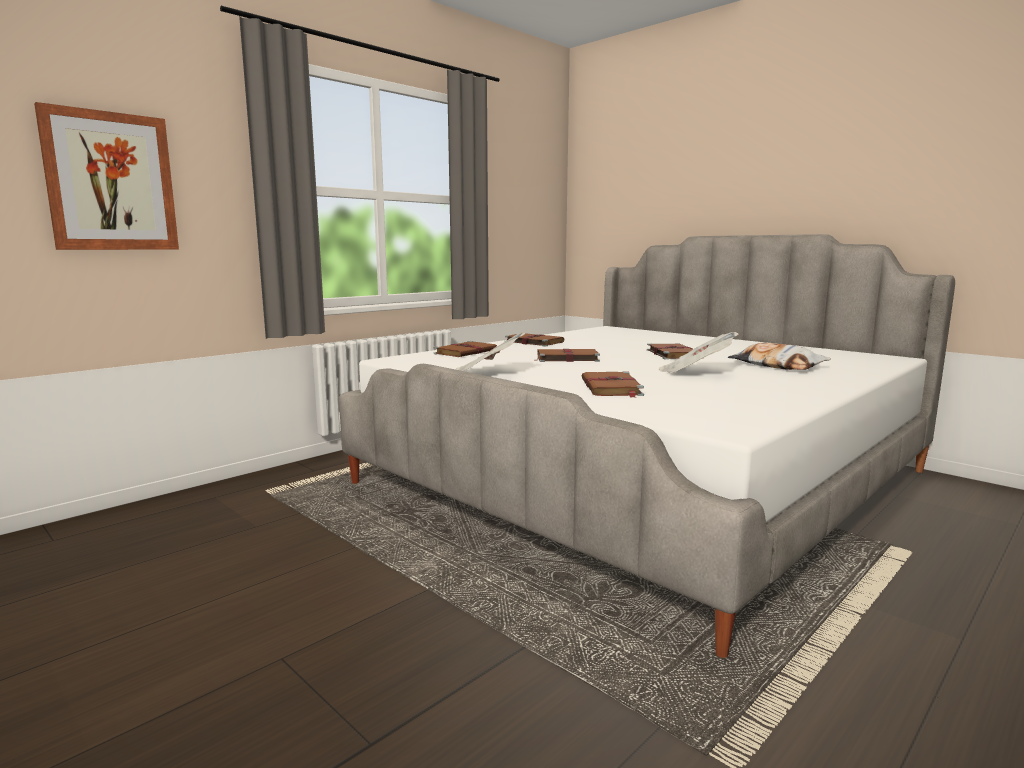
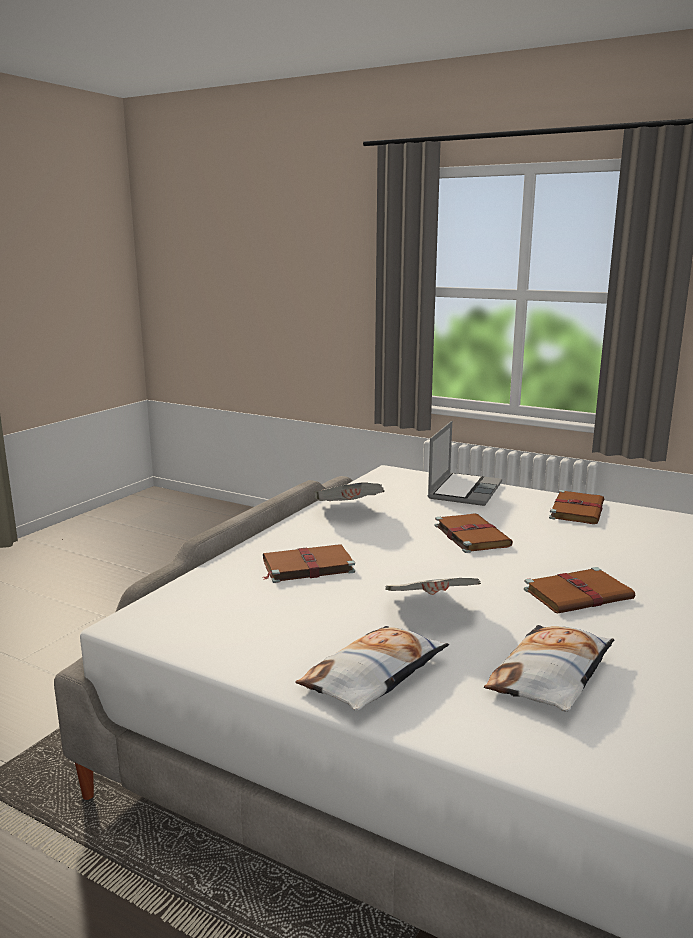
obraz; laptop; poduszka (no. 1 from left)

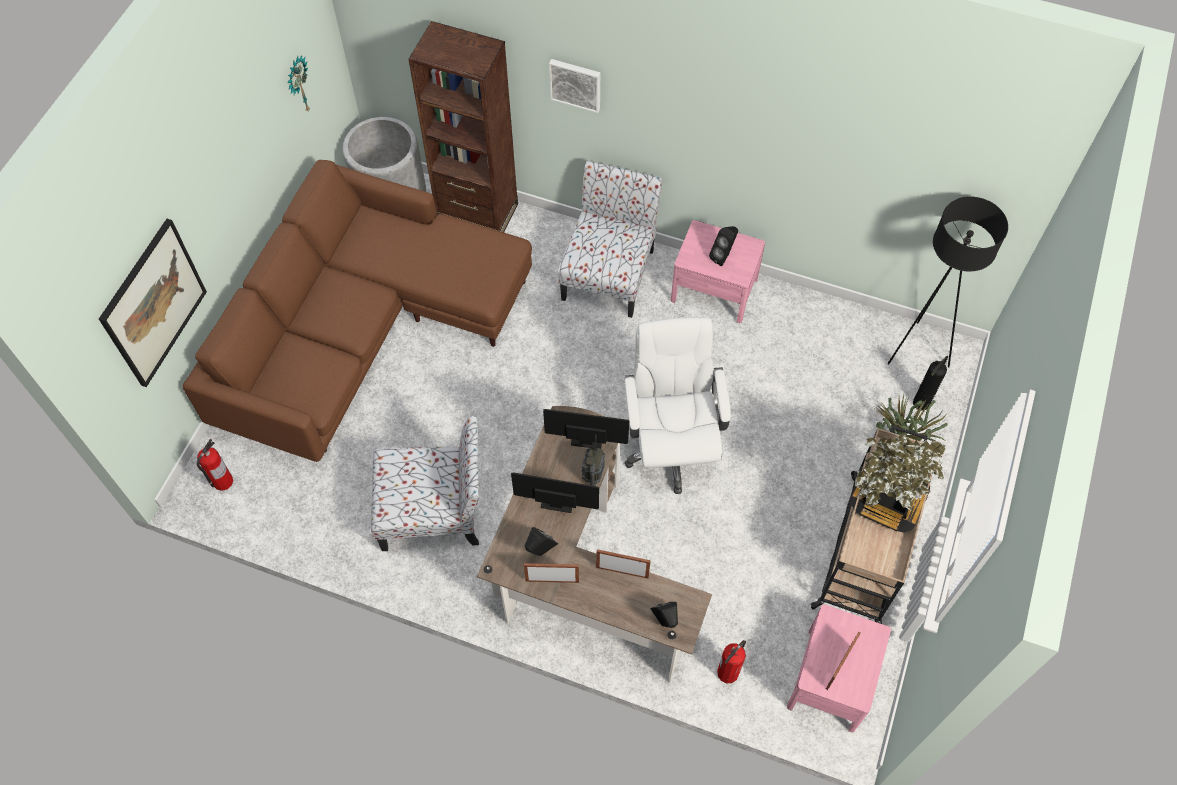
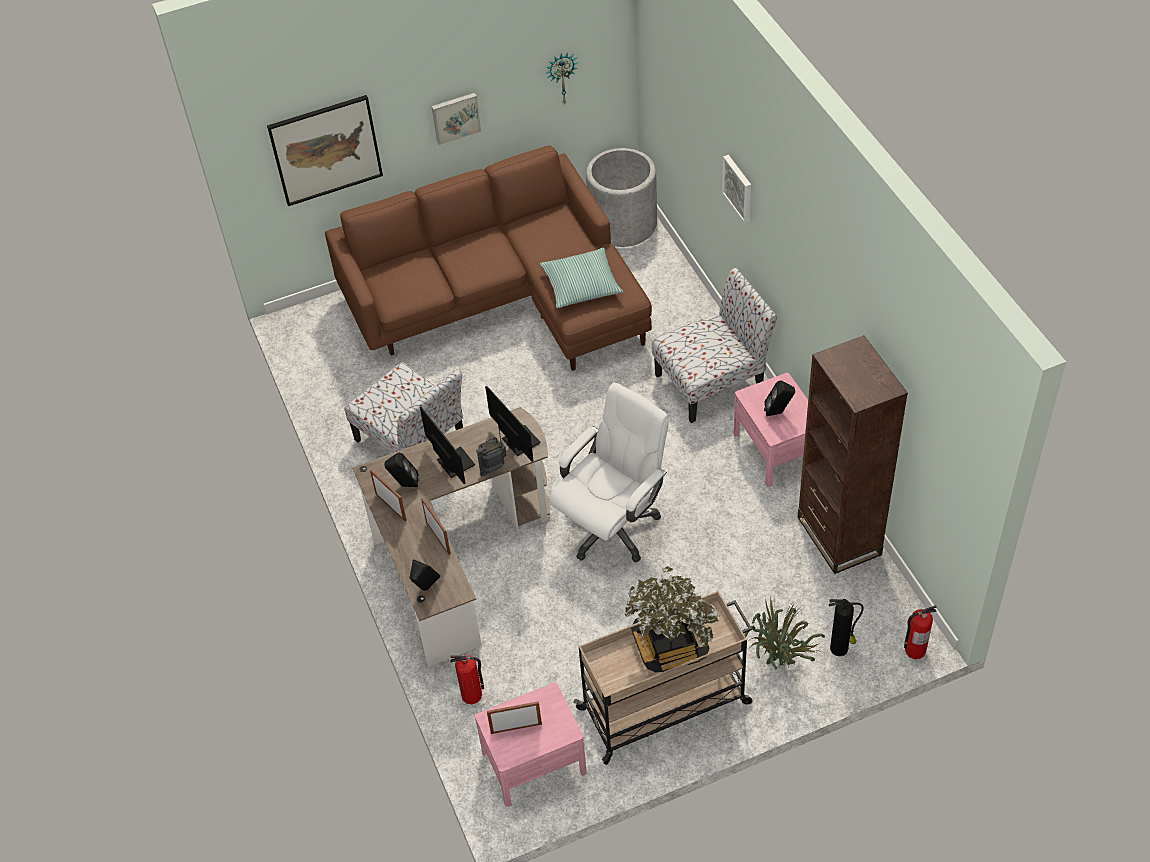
gaśnica (no. 3 from left); regał (brązowy); lampa stojąca (czarny); obraz (no. 2 from left); poduszka

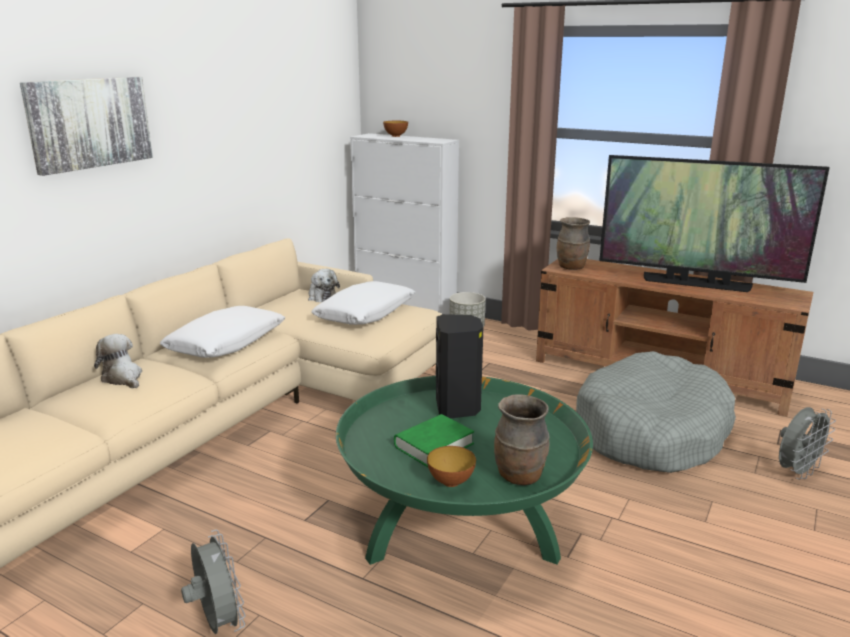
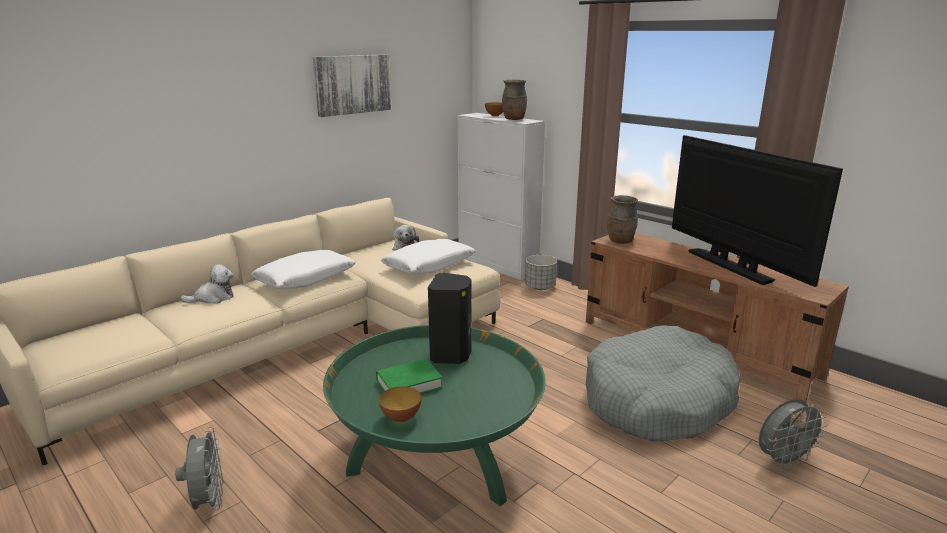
obraz; pluszak (no. 1 from left); wazon (brązowy) (no. 1 from left); telewizor

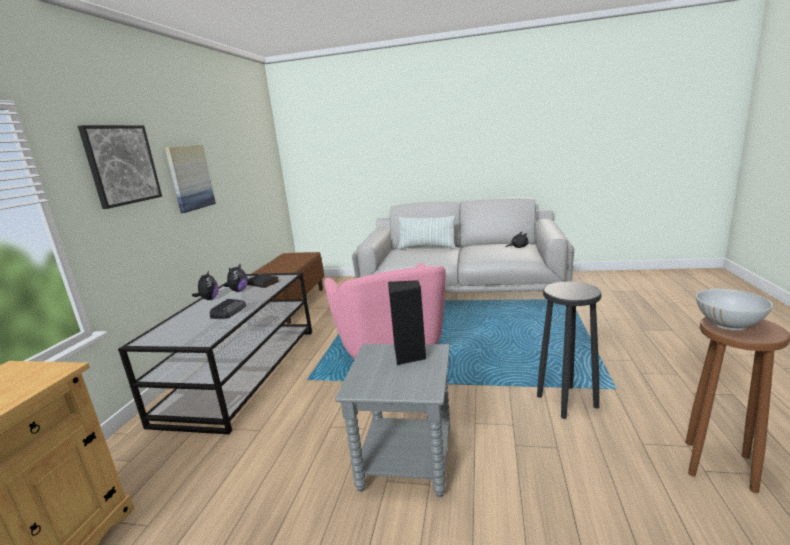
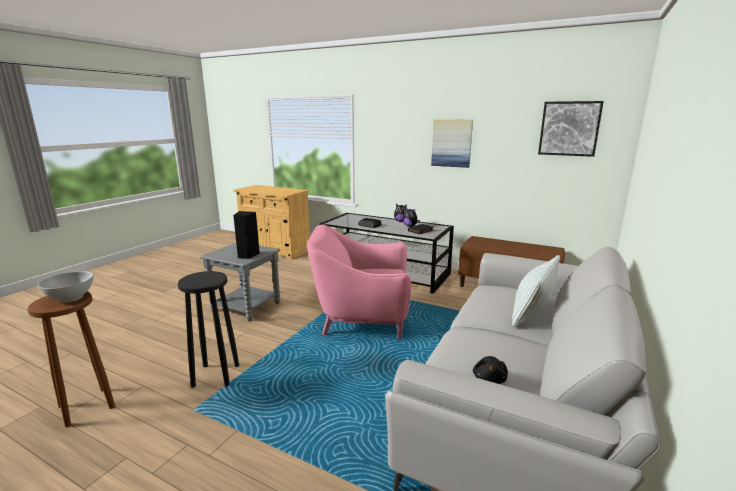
obraz (no. 2 from left)

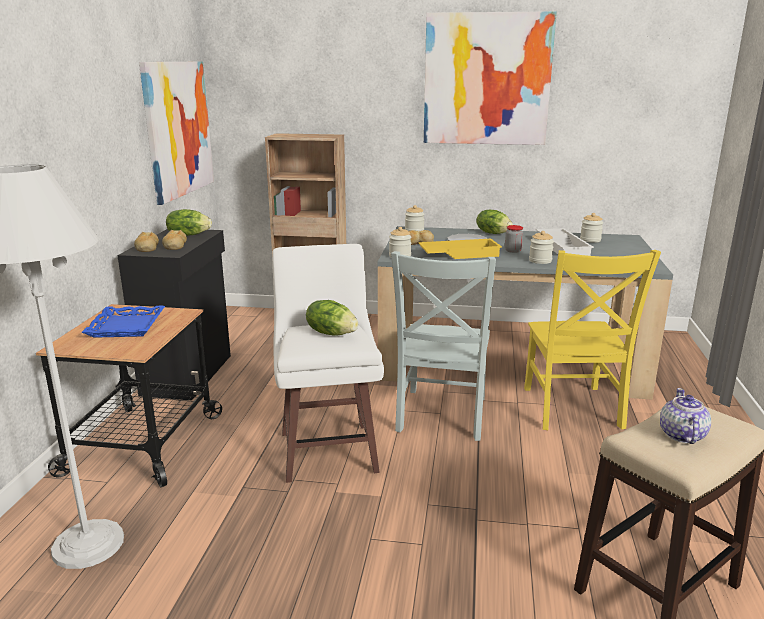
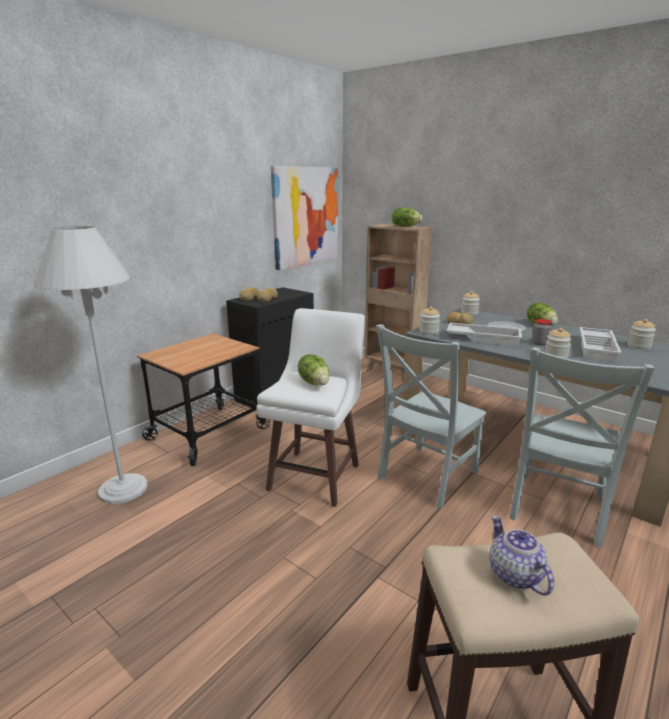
taca (niebieski); sałata (no. 2 from left); taca (biały) (no. 1 from left); obraz (no. 2 from left in the first image); krzesło (szary) (no. 2 from left); imbryk

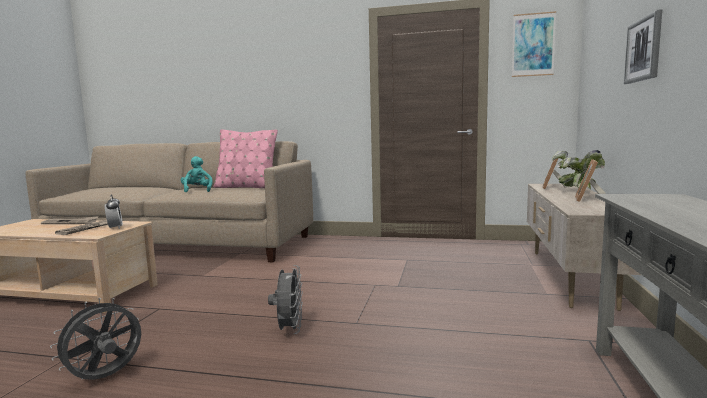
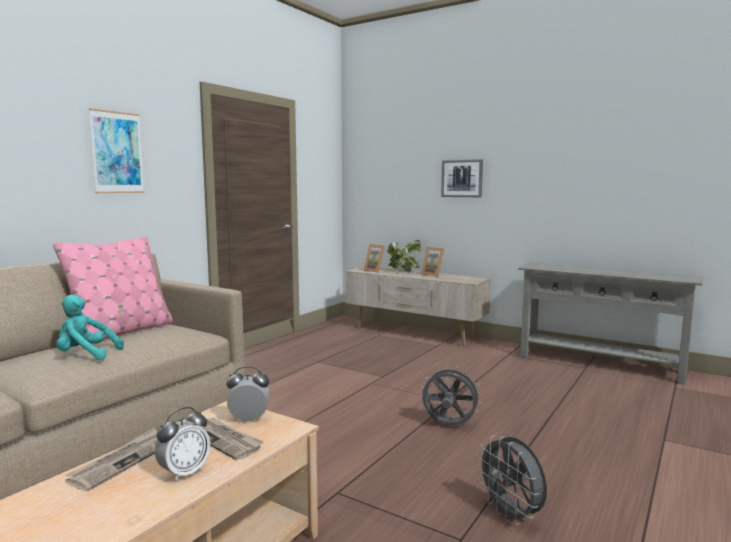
obraz (no. 1 from left); budzik (no. 1 from left)

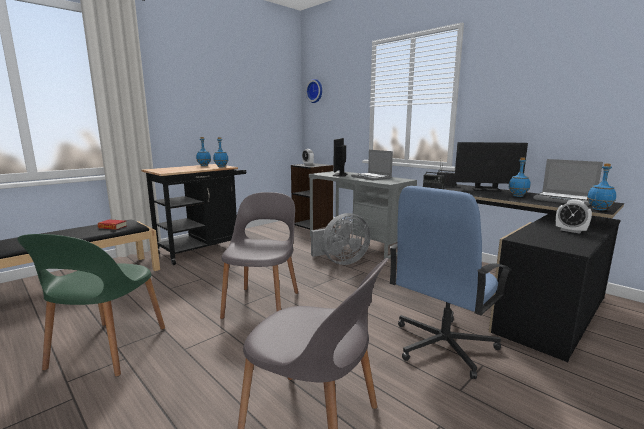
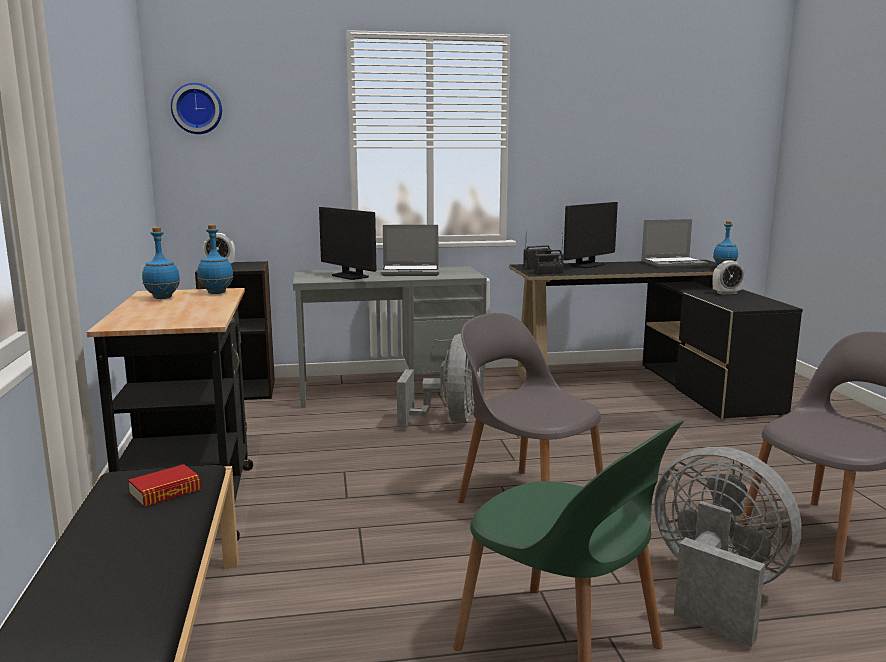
krzesło biurowe (niebieski); butelka (niebieski) (no. 3 from left in the first image); wentylator (szary) (no. 2 from left)

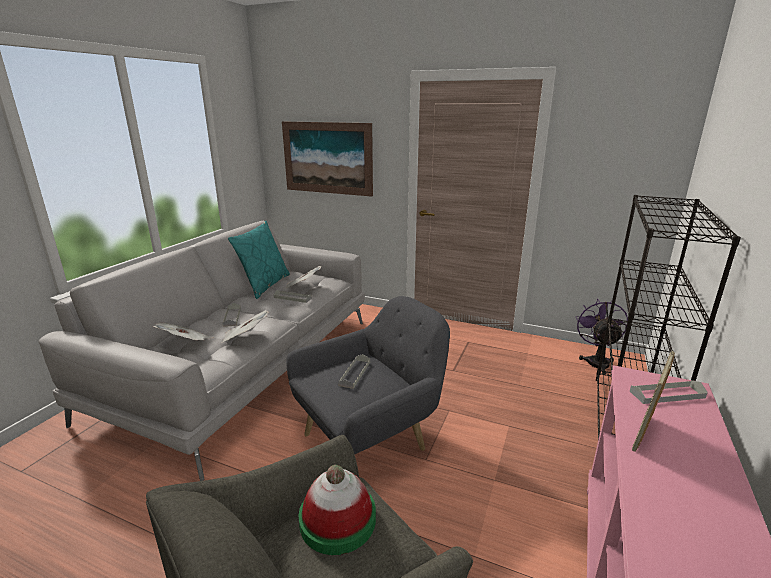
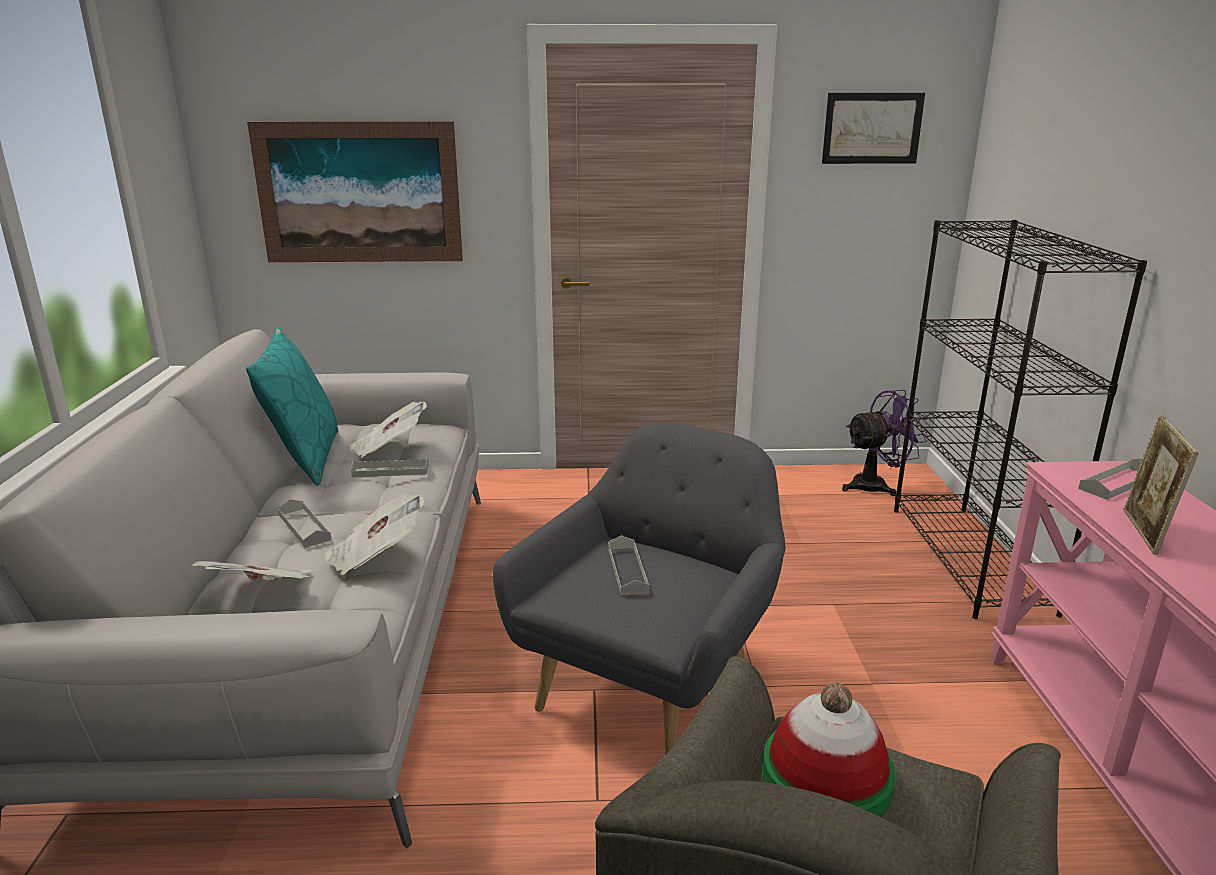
wentylator (fioletowy); obraz (no. 2 from left)

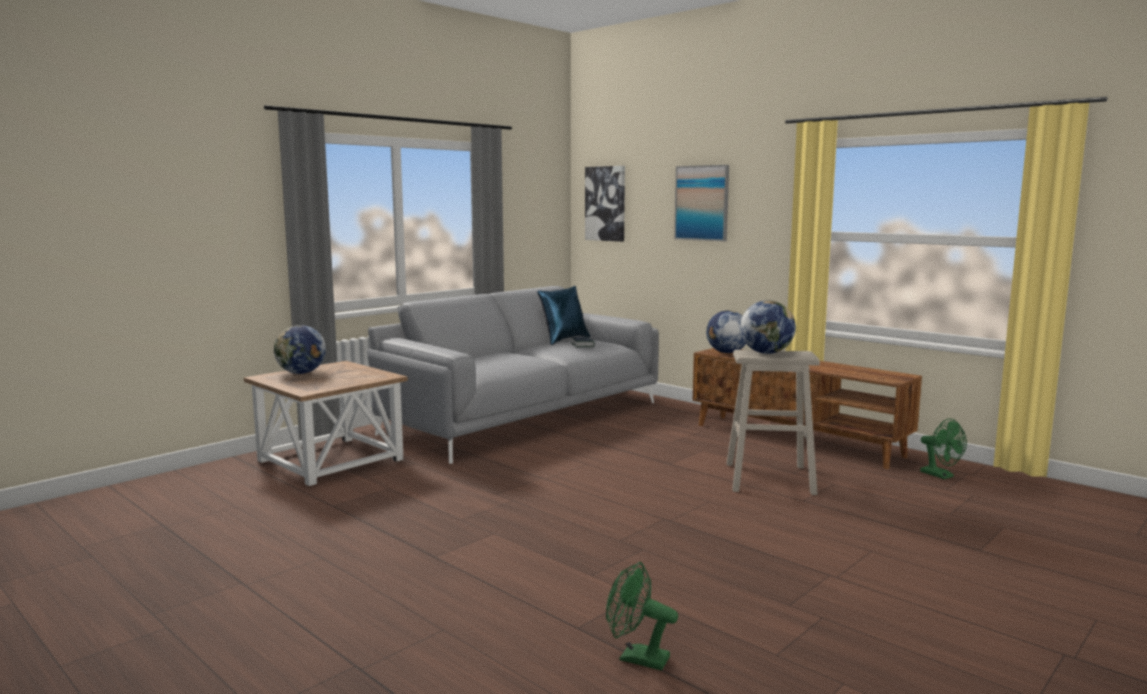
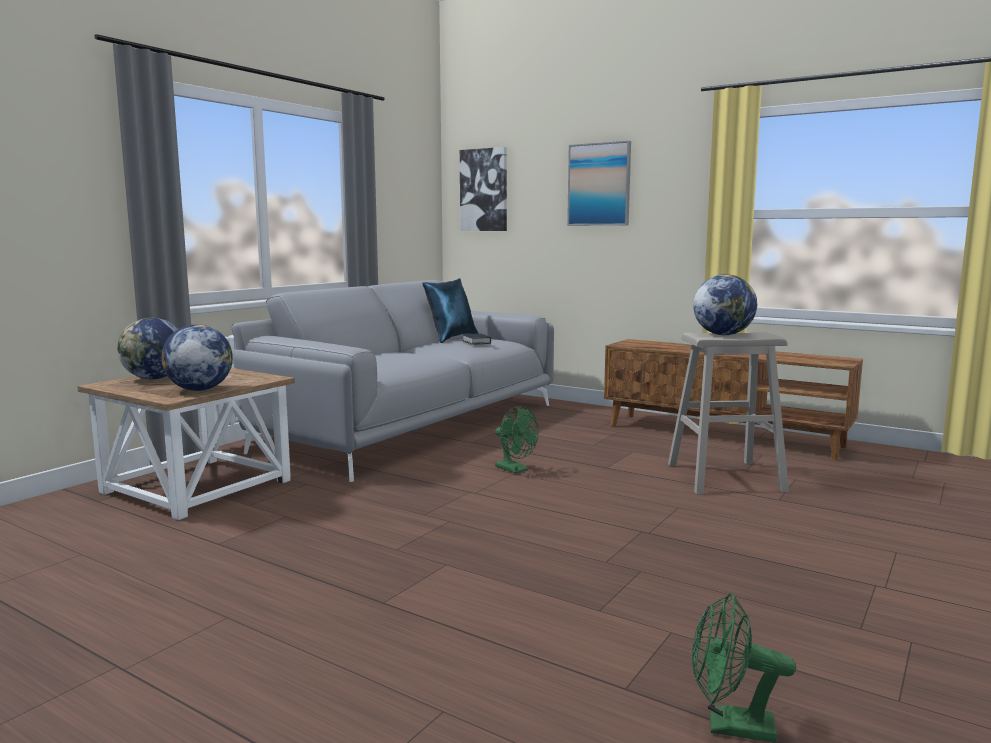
globus (no. 2 from left); wentylator (zielony) (no. 1 from left)

